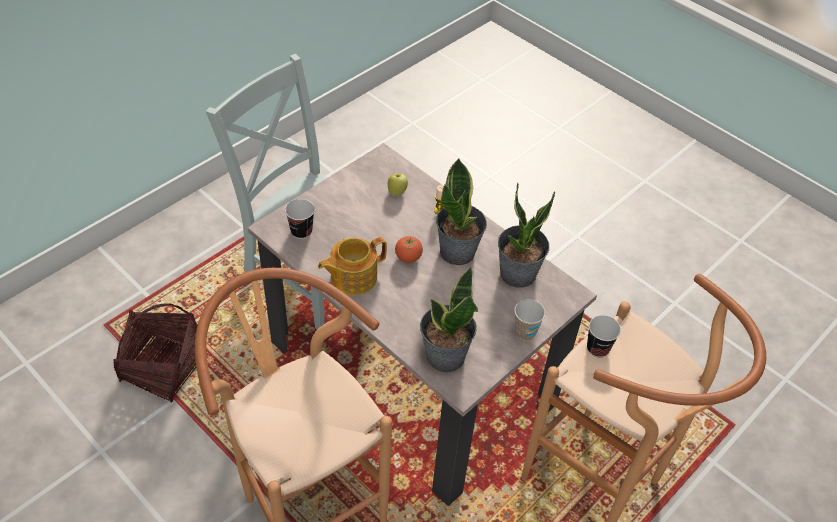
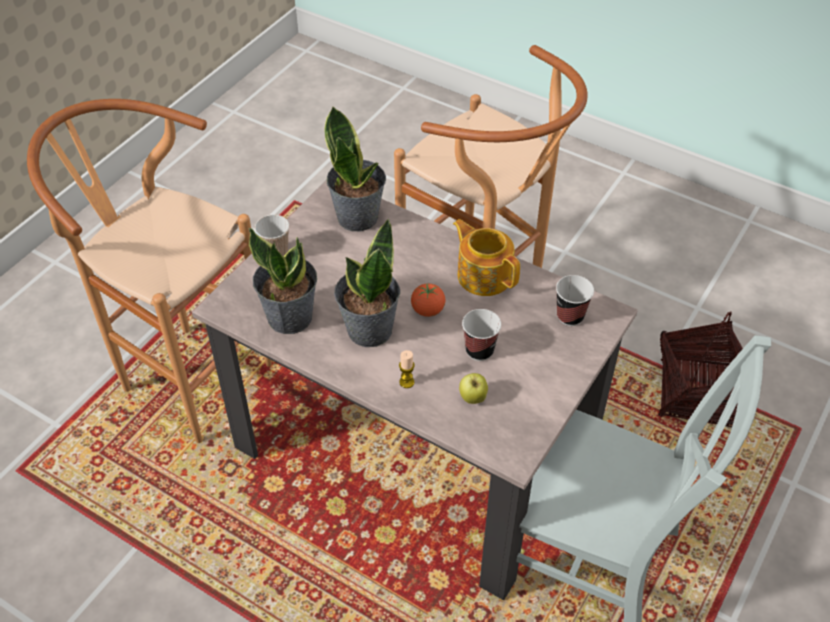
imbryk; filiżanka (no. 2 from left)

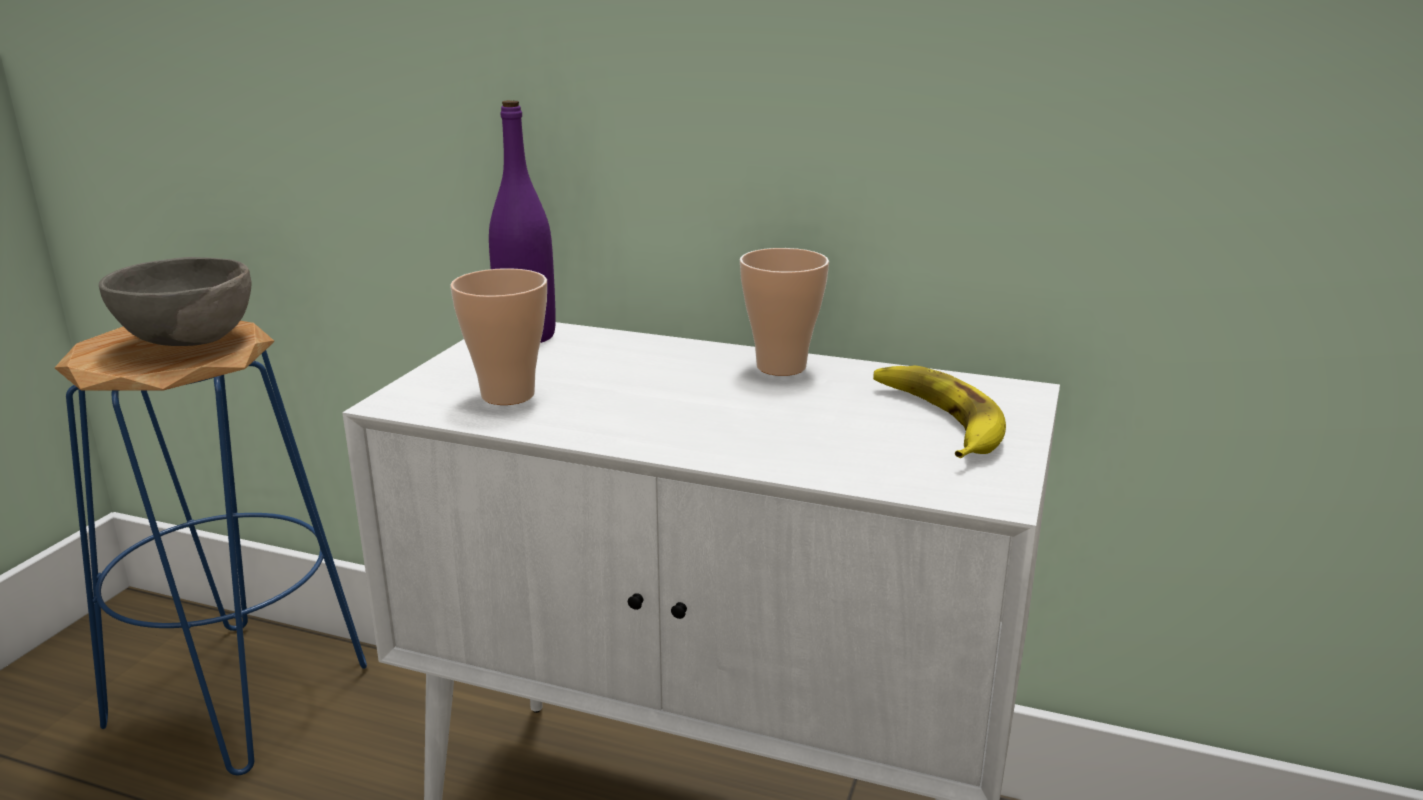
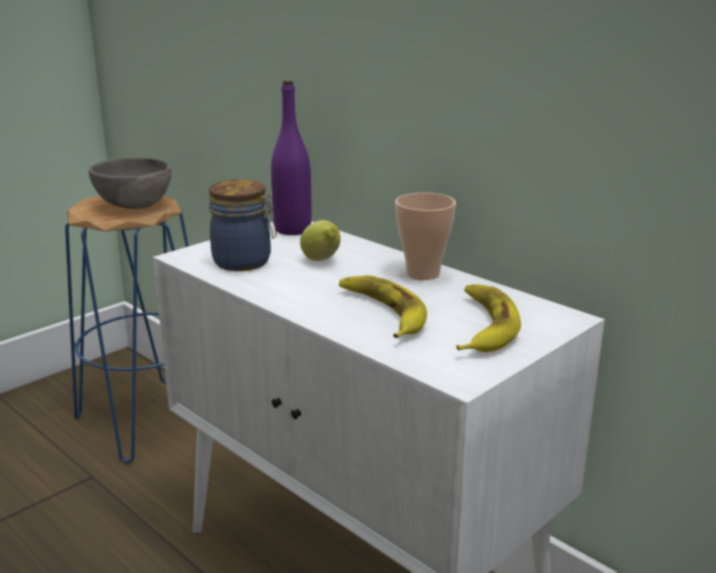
słoik; cytryna; banan (no. 1 from left)

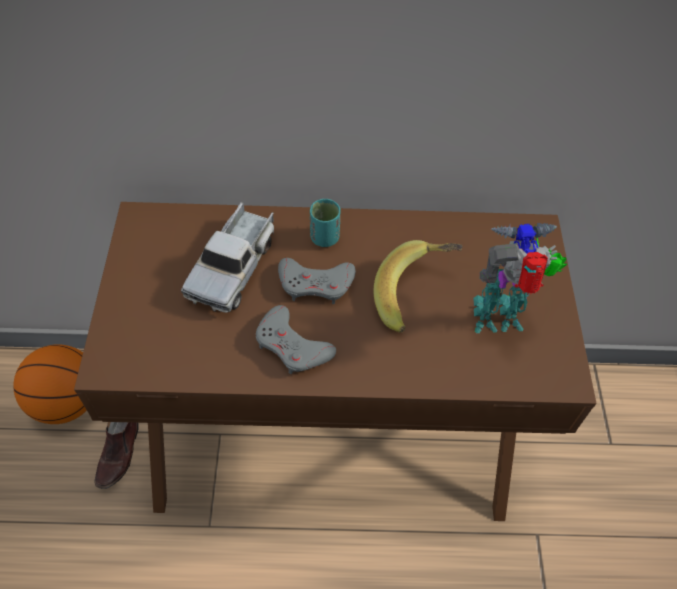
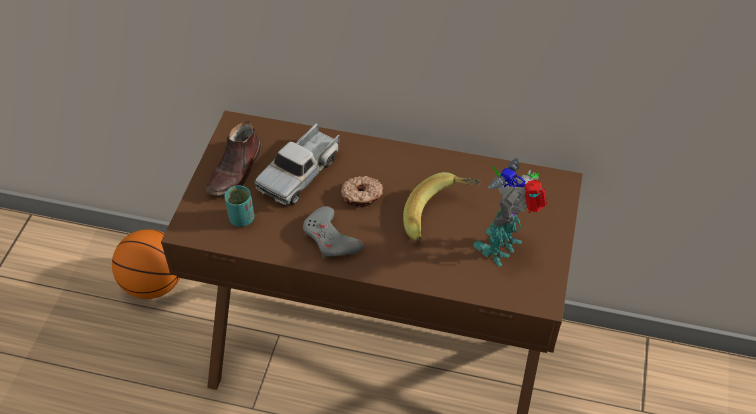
but (brązowy); donut; filiżanka (turkusowy); robot zabawkowy

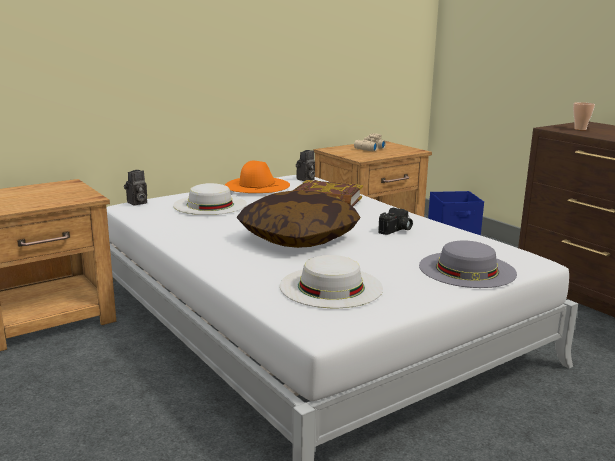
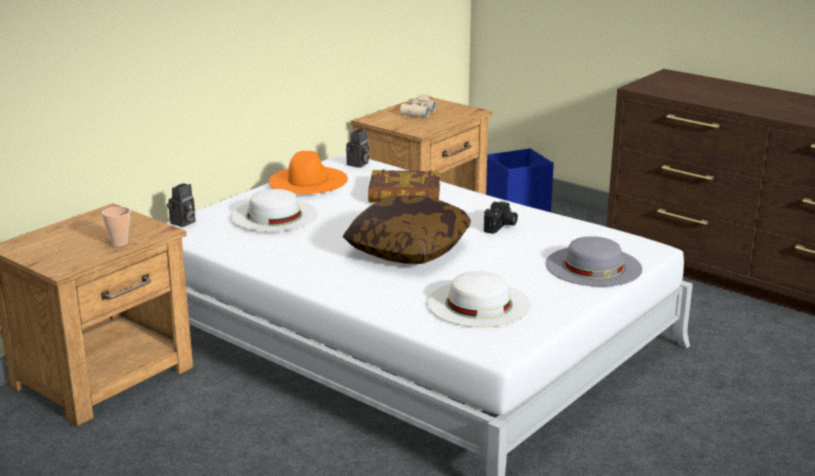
filiżanka

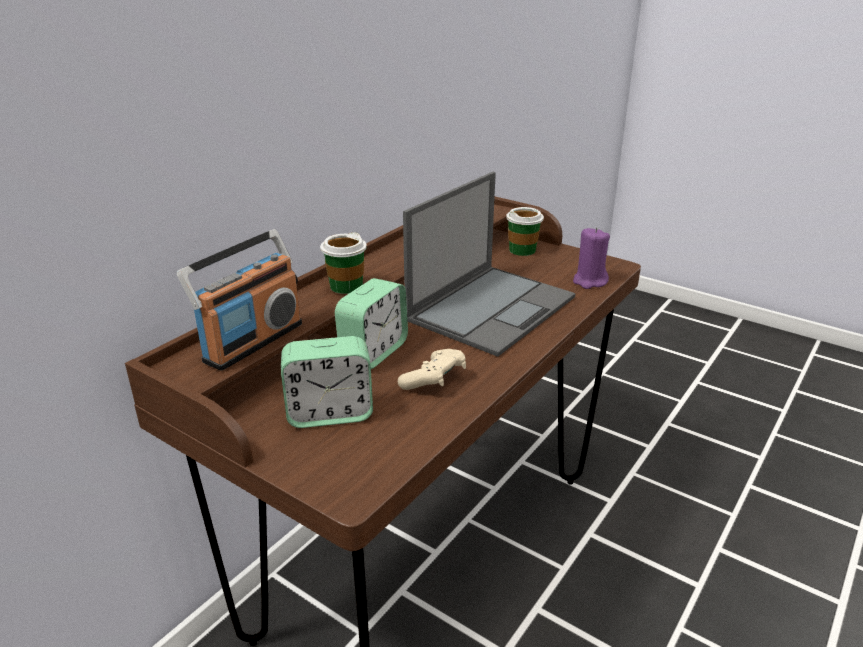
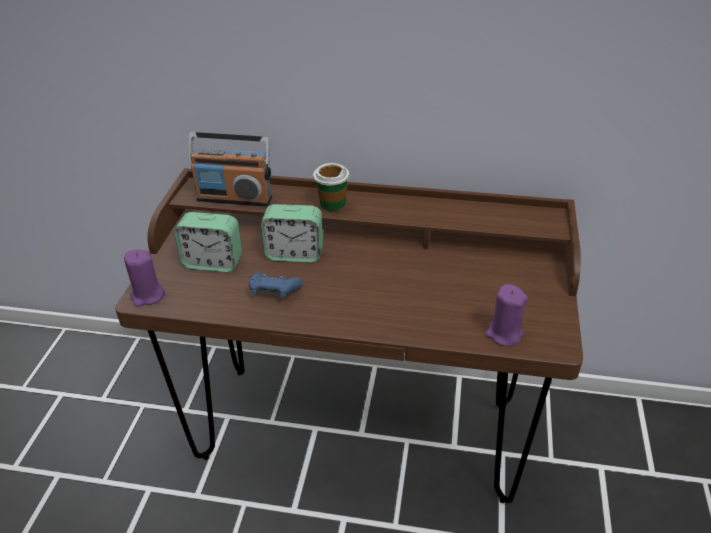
budzik (no. 1 from left); pad do gier (niebieski); laptop; filiżanka (no. 2 from left in the first image); świeca (fioletowy) (no. 1 from left)

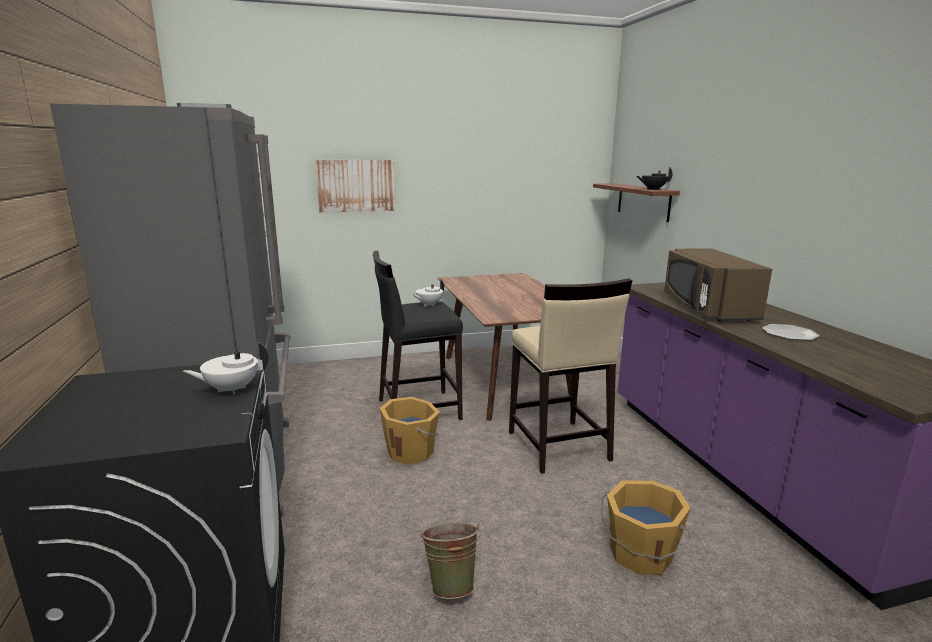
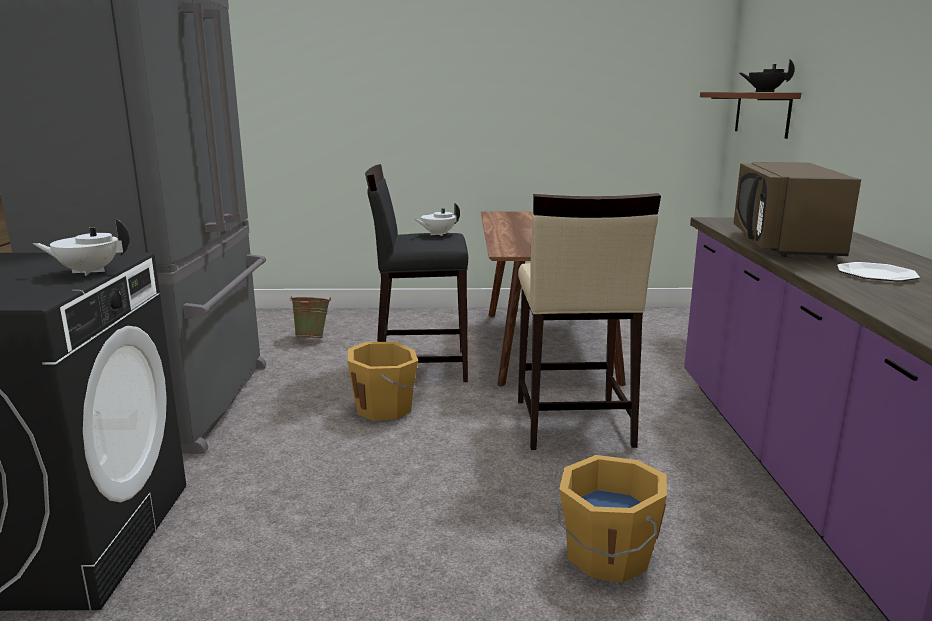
obraz; wiadro (zielony)

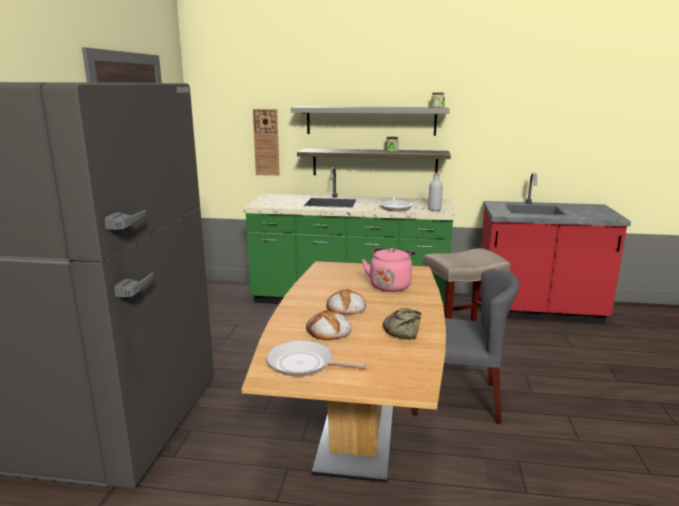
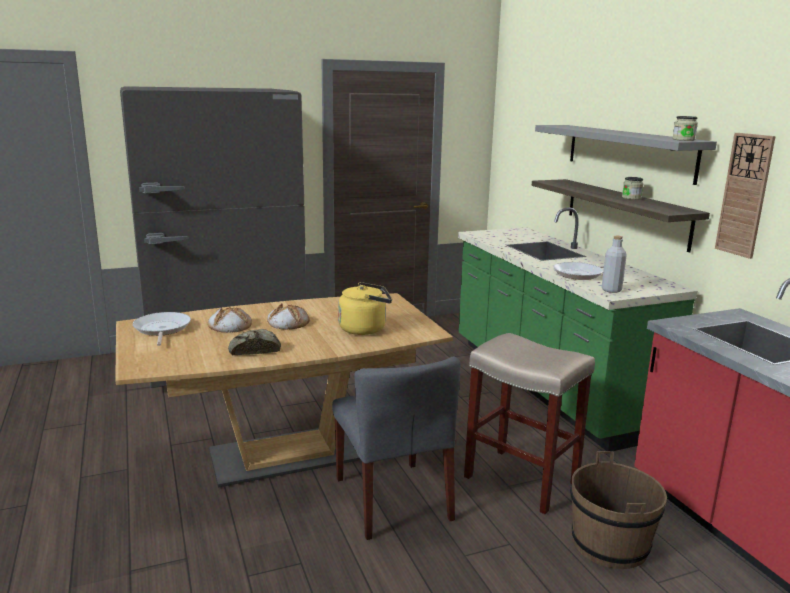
zegar ścienny; czajnik (żółty); wiadro (brązowy)

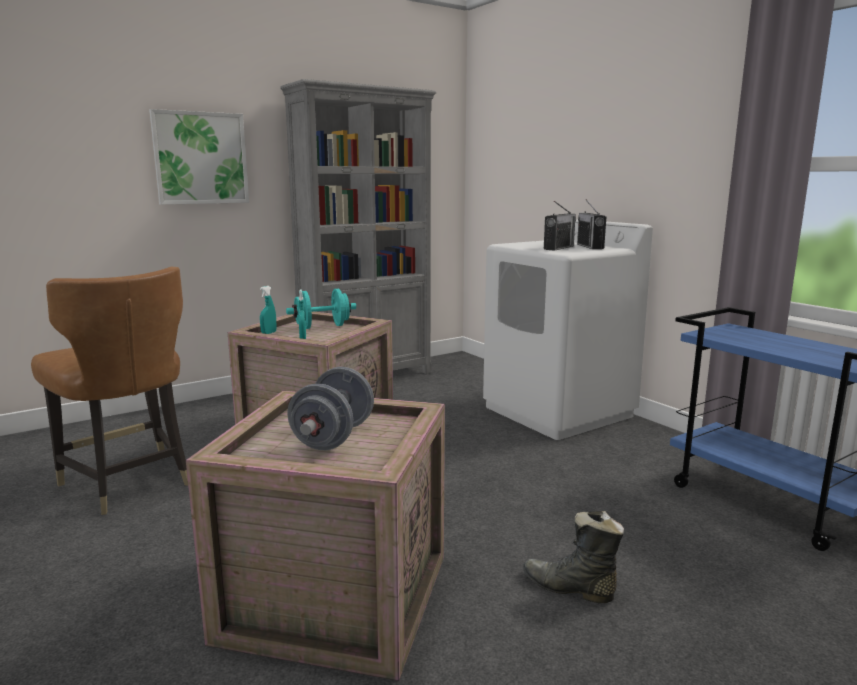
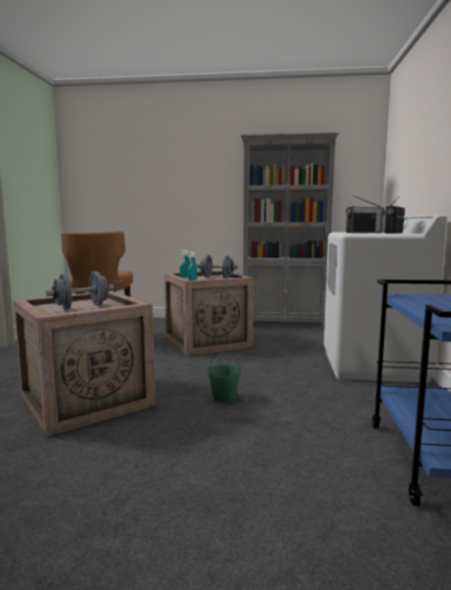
obraz; hantel (szary) (no. 2 from left); but z cholewką (czarny); wiadro (zielony)

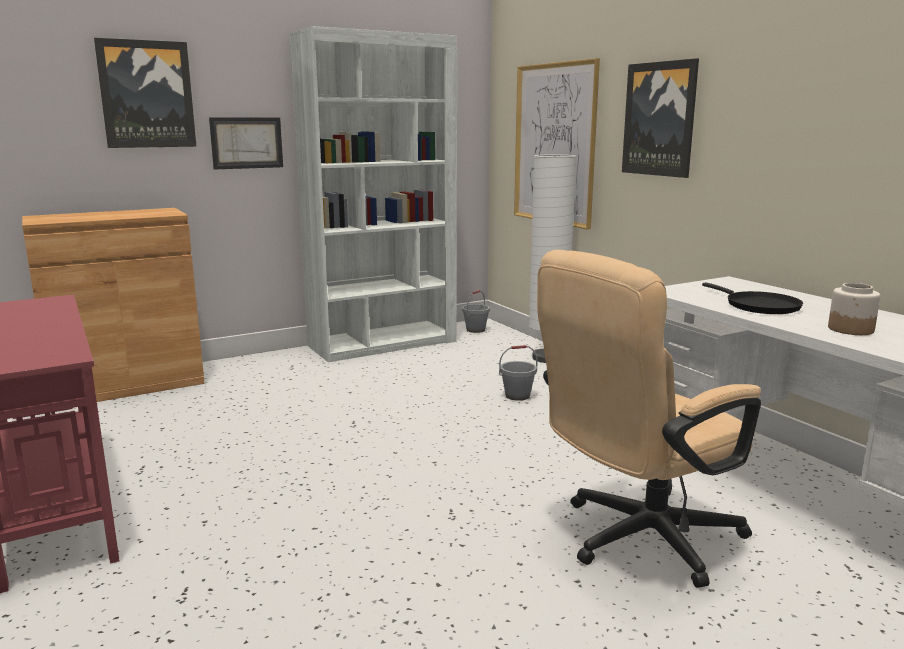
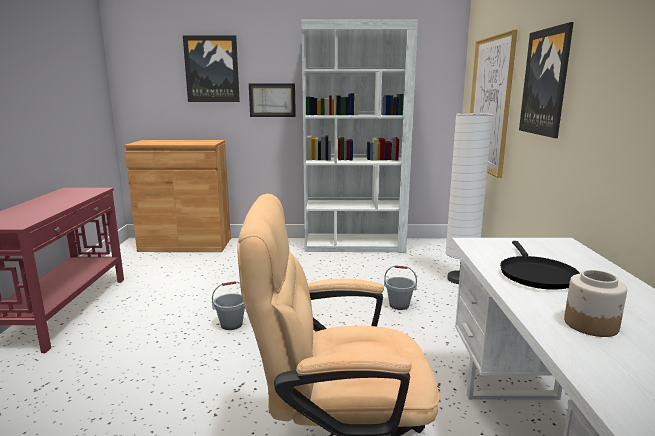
wiadro (szary) (no. 1 from left)

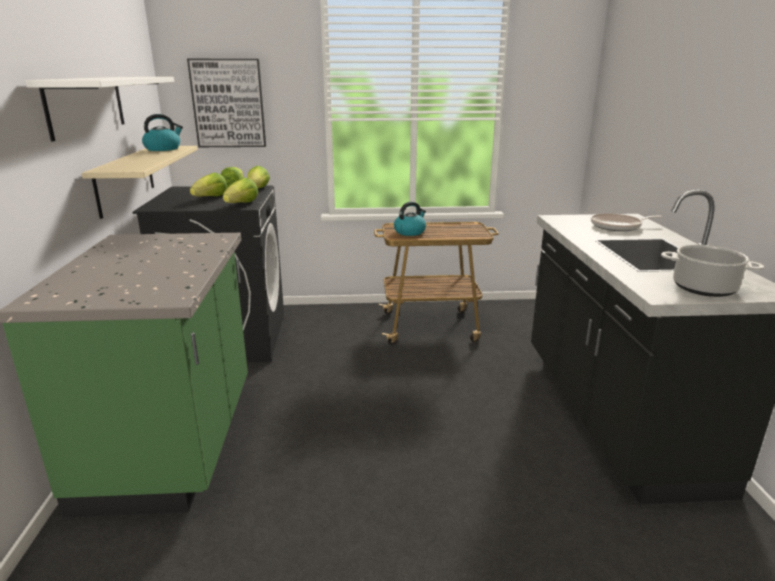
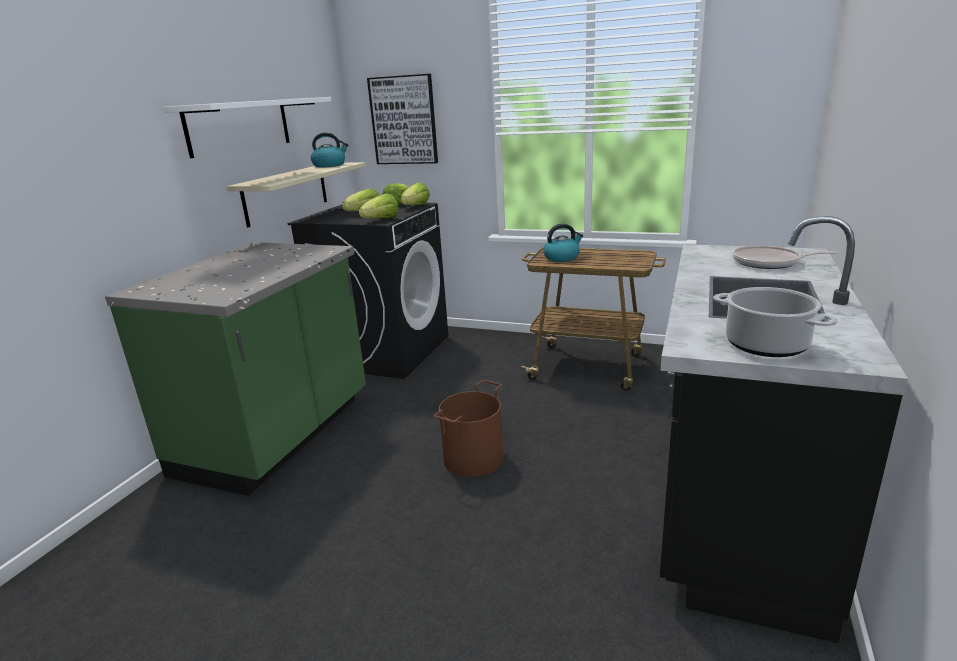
wiadro (brązowy)

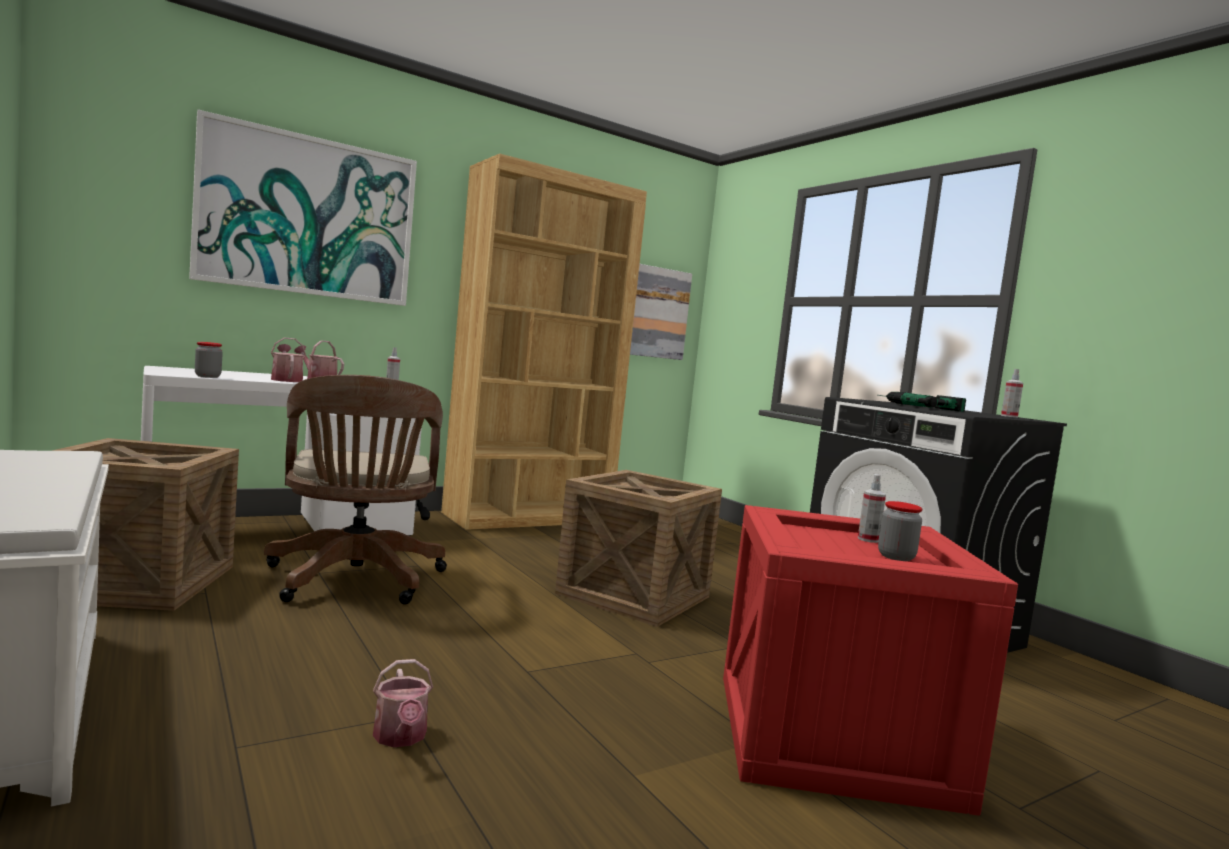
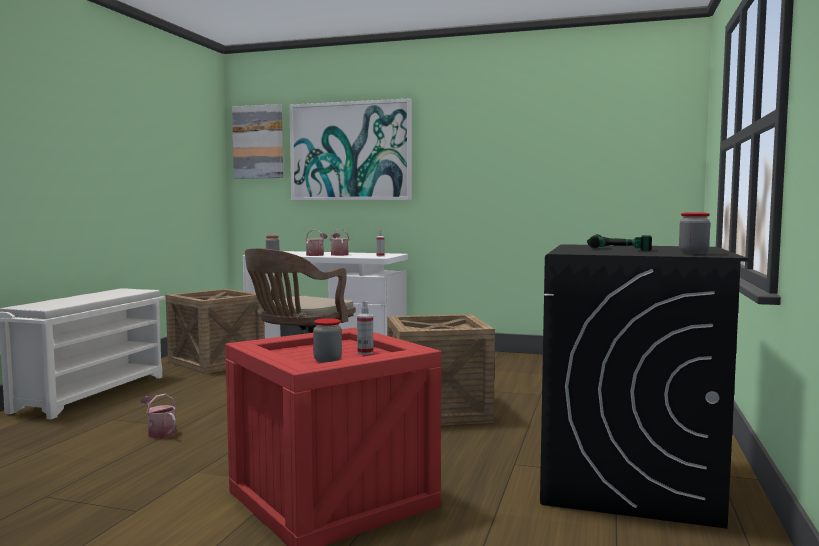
konewka (no. 1 from left); regał (brązowy); obraz (no. 1 from left); słoik (no. 3 from left)

